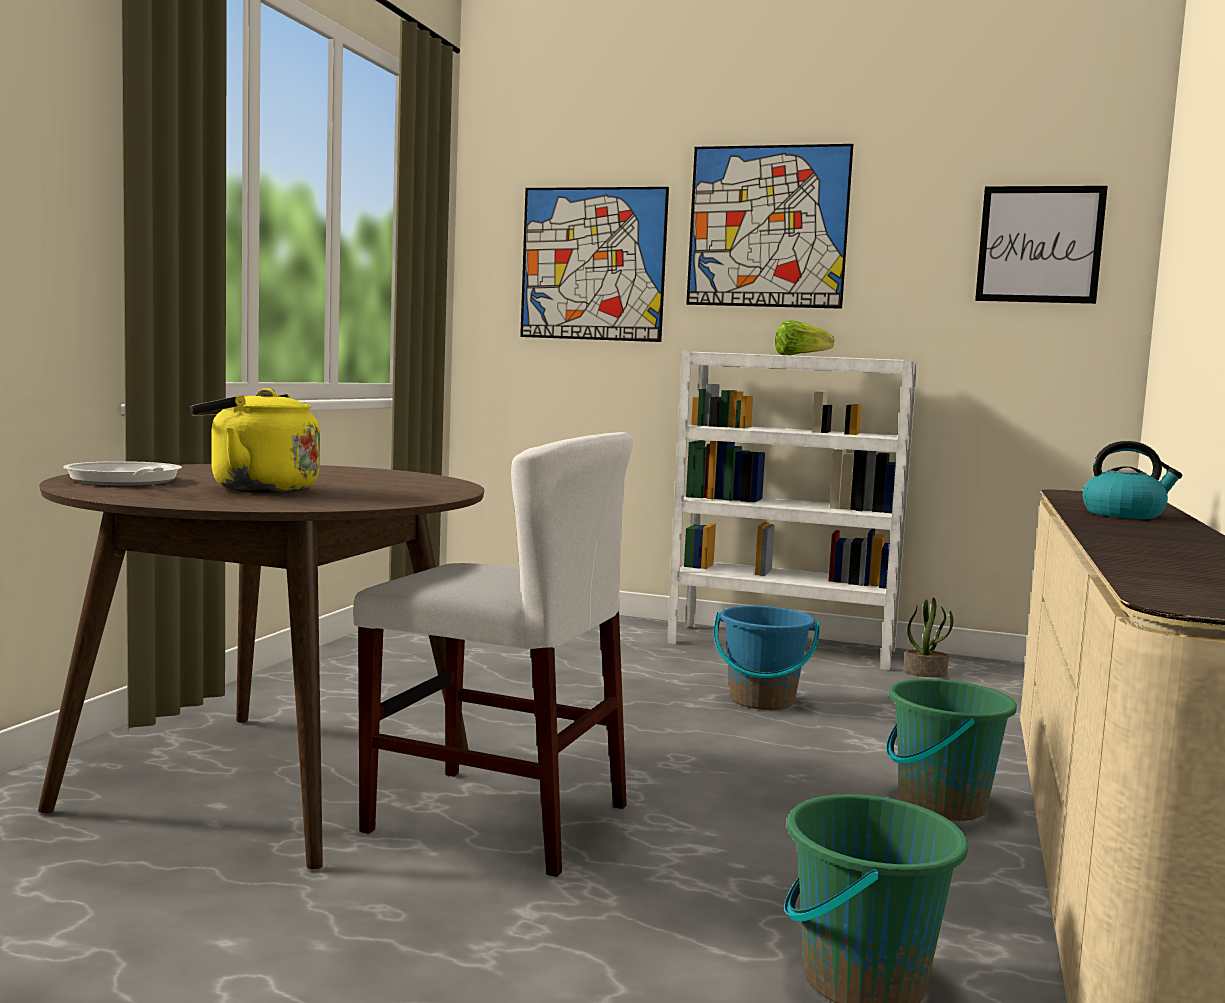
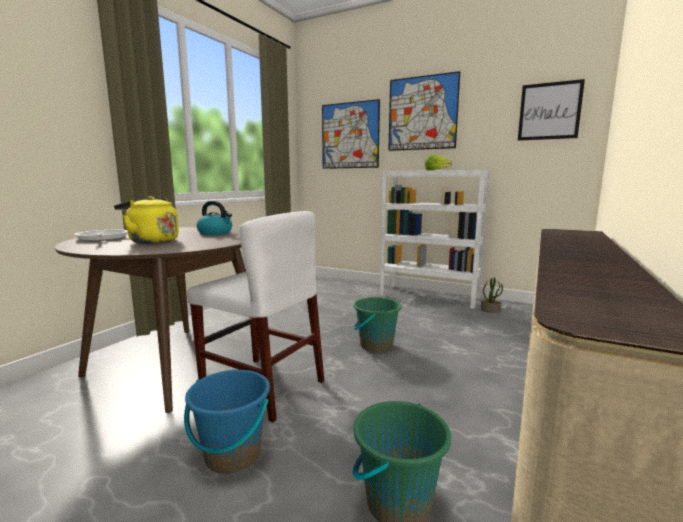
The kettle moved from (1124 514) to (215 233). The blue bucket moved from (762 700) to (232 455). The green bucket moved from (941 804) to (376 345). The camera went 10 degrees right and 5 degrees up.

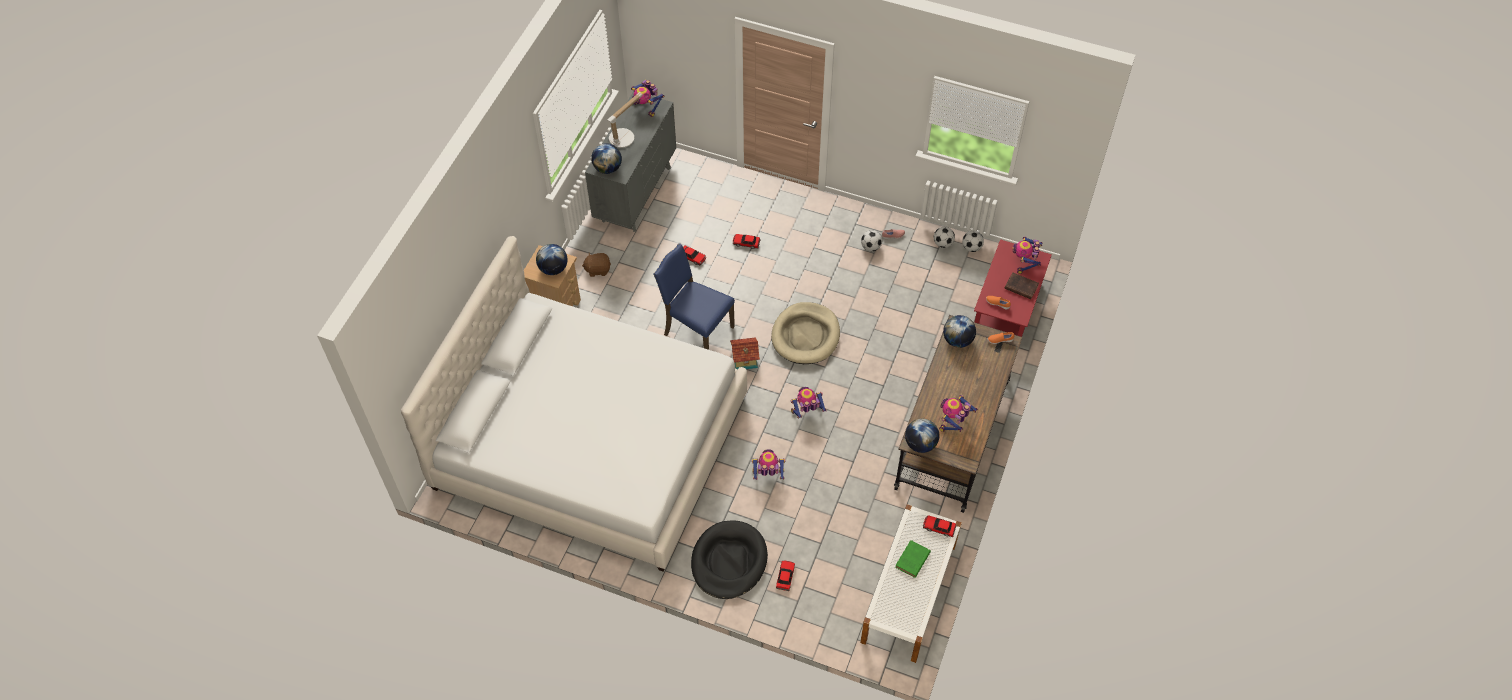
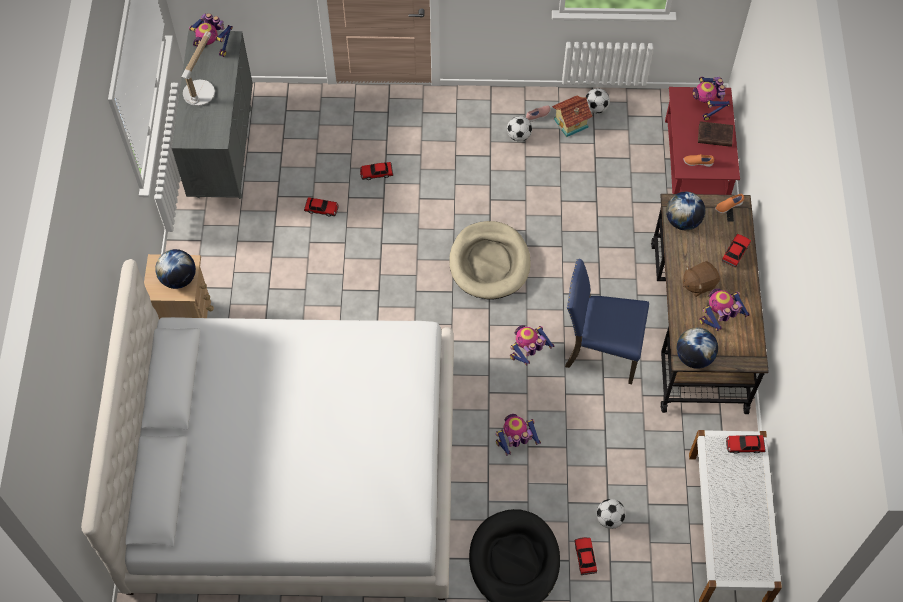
The globe at (607 168) disappeared. The football moved from (971 247) to (609 518). The blue chair moved from (696 331) to (600 350). The brown plush toy moved from (597 269) to (698 284). The toy house moved from (745 360) to (571 124). The toy robot at (953 422) turned 45 degrees clockwise. The green book at (912 561) disappeared. The toy car at (735 252) appeared. The camera went 20 degrees left and 5 degrees up.

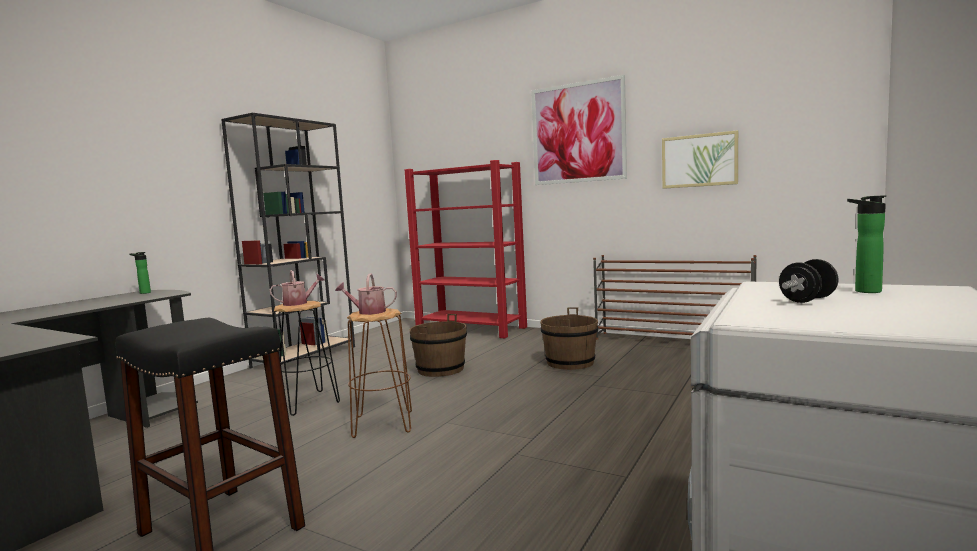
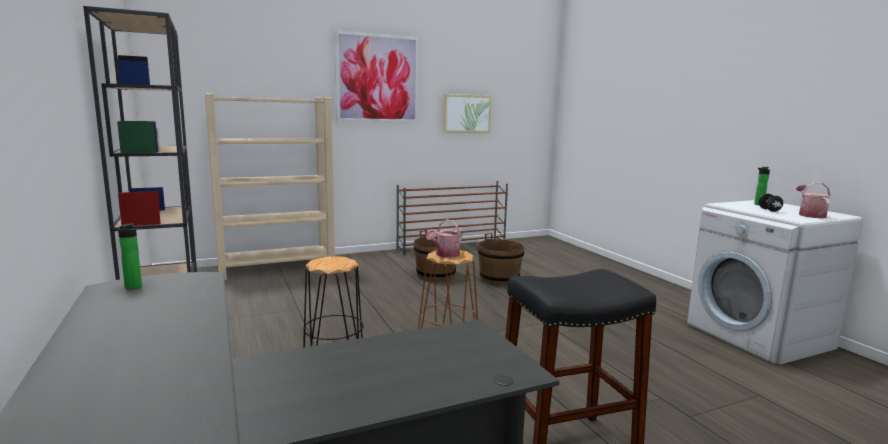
The red bookcase at (471 329) became the beige bookcase at (276 267). The watering can moved from (299 303) to (810 215). The brown bucket moved from (440 369) to (499 279). The camera went 55 degrees left and 5 degrees up.

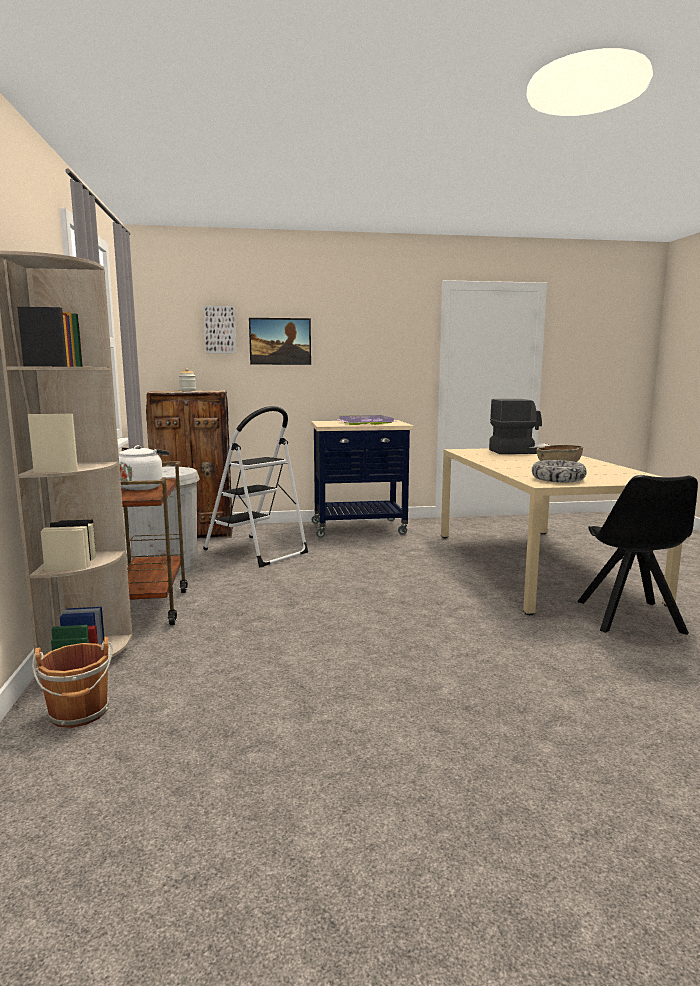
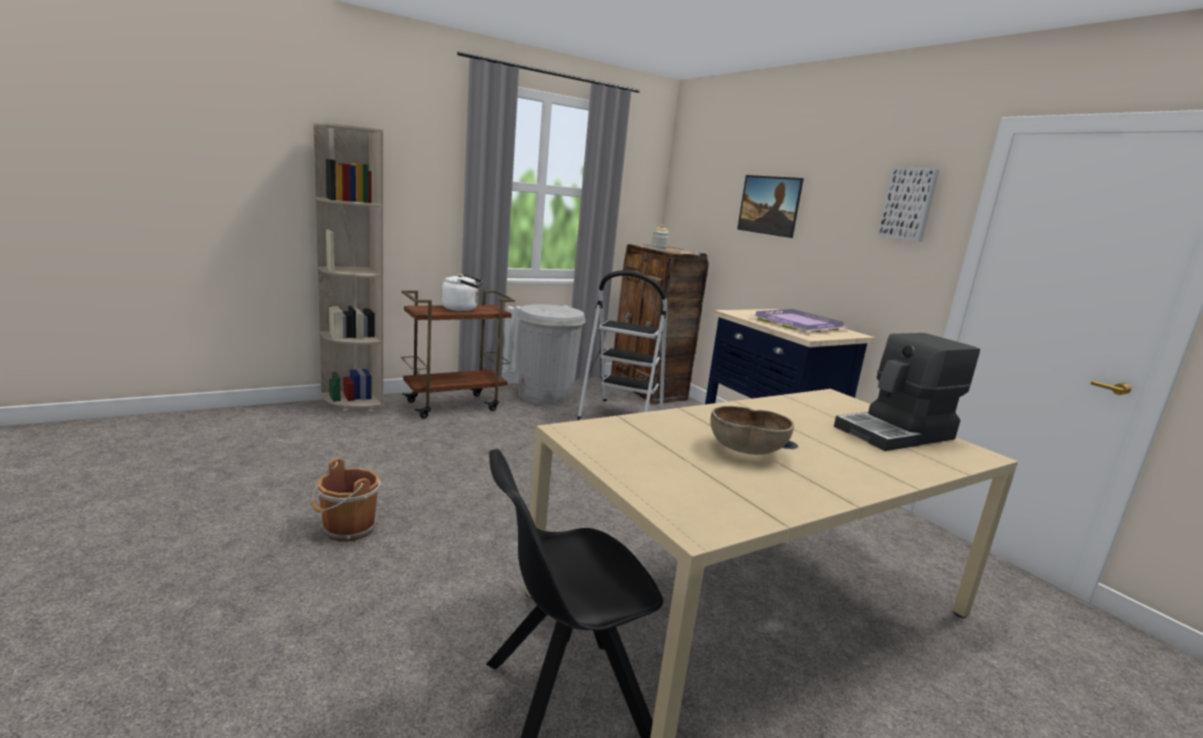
The picture moved from (220 330) to (909 204). The coffee machine at (520 451) turned 90 degrees clockwise. The bowl at (558 479) disappeared. The brown bucket moved from (79 714) to (347 529). The camera went 65 degrees right and 5 degrees up.

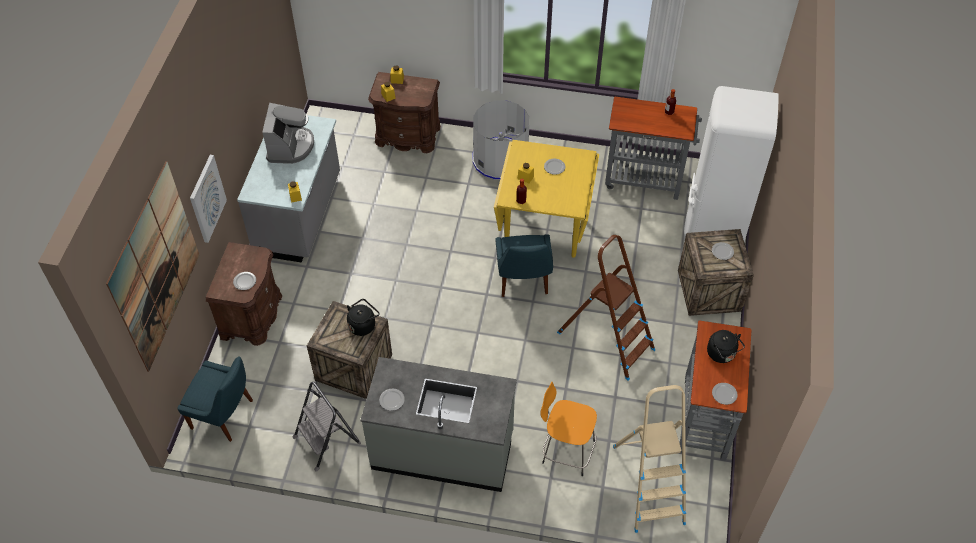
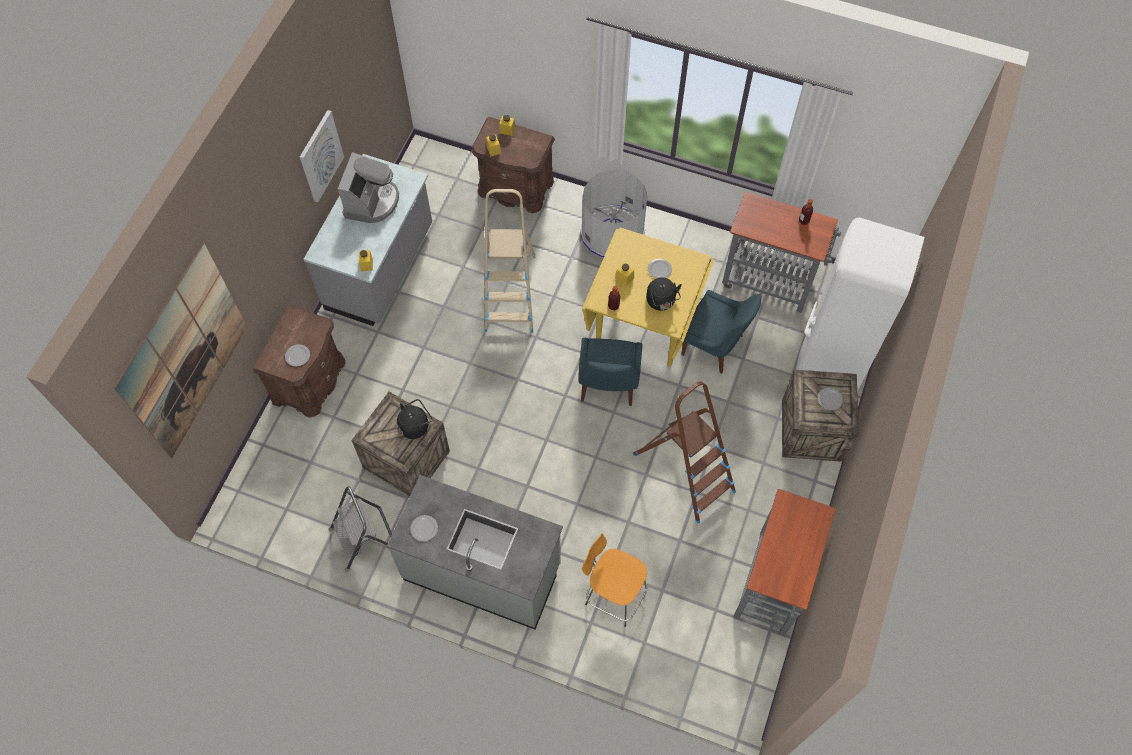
The picture moved from (207 198) to (320 156). The black kettle moved from (722 354) to (661 302). The blue chair moved from (224 415) to (714 346). The plate at (724 394) disappeared. The beige step ladder moved from (648 484) to (510 293). The camera went 10 degrees right and 10 degrees up.

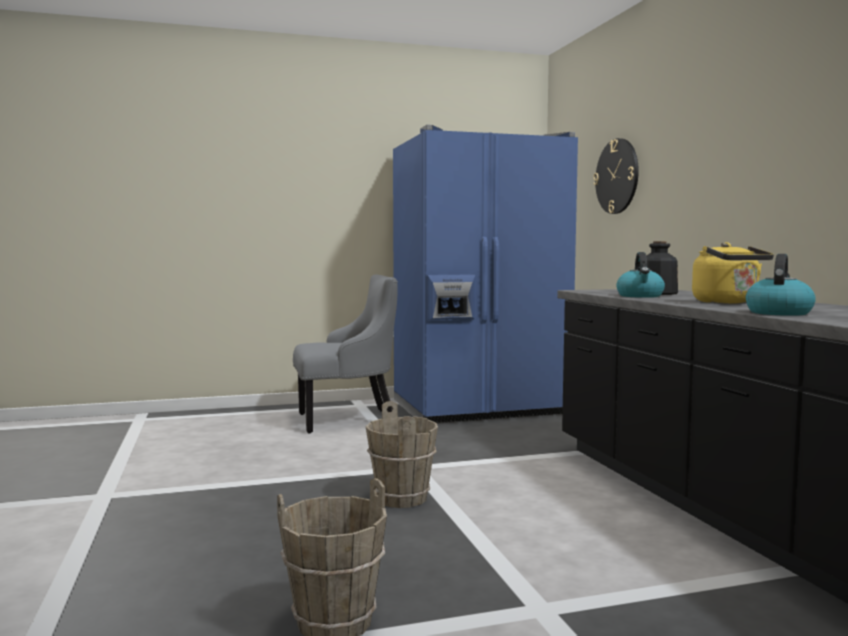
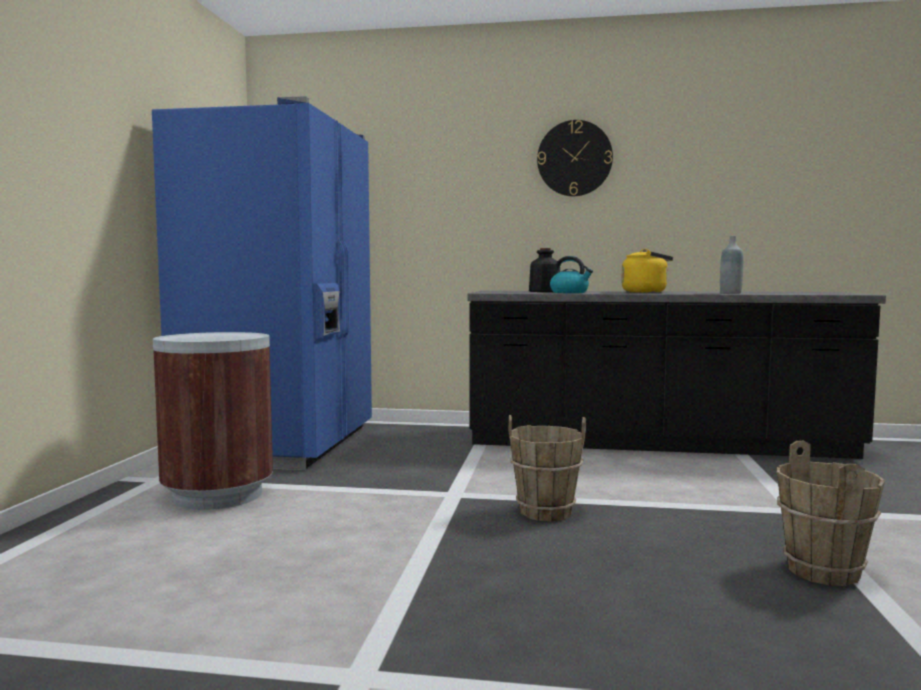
The wall clock moved from (617 176) to (574 158). The kettle at (778 313) was replaced by the grey bottle at (730 293). The grey chair at (345 420) was replaced by the brown trash can at (218 495). The camera went 65 degrees left and 0 degrees up.

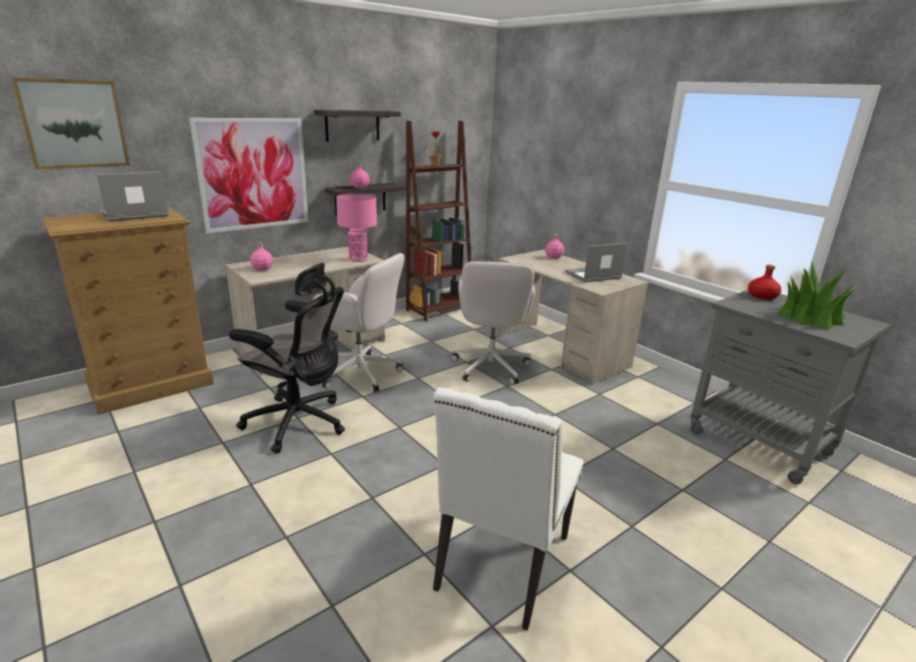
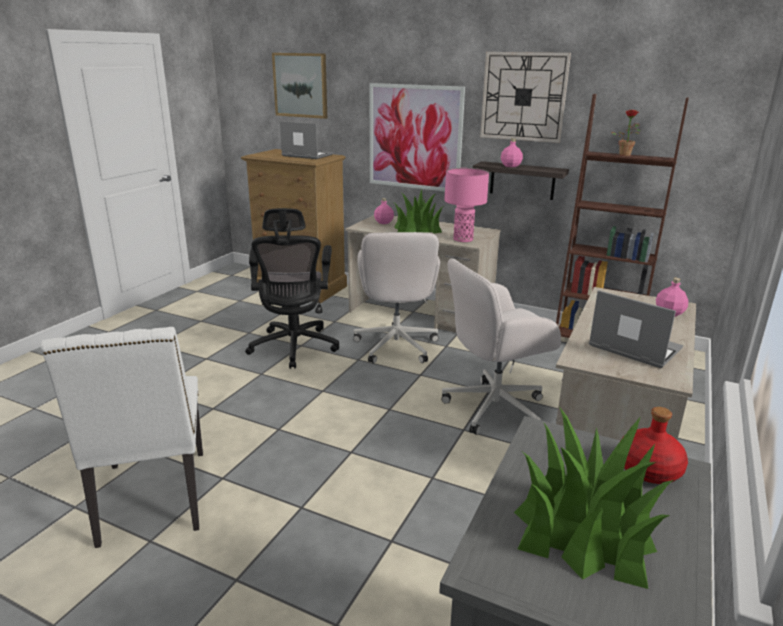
The shelf at (352 125) was replaced by the wall clock at (523 97). The white chair at (503 561) turned 105 degrees counterclockwise. The potted plant at (417 230) appeared. The camera went 65 degrees right and 0 degrees up.

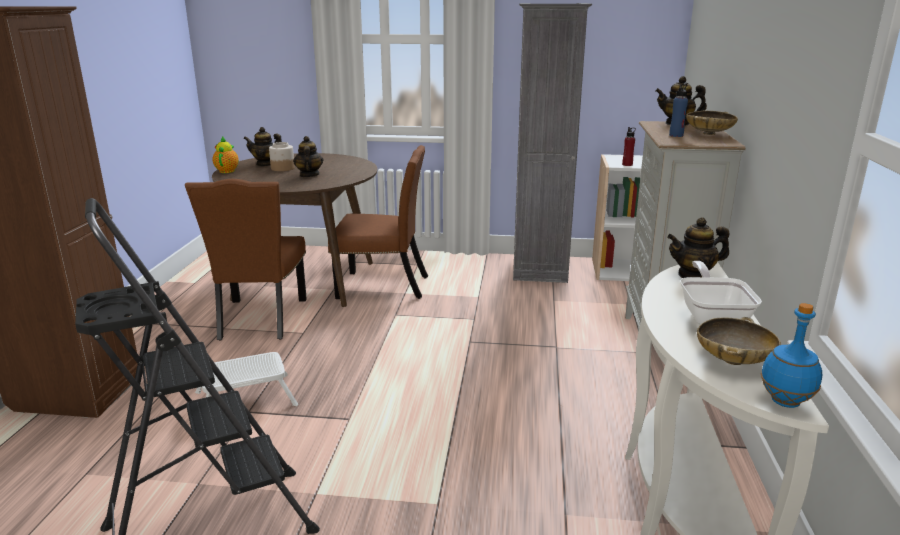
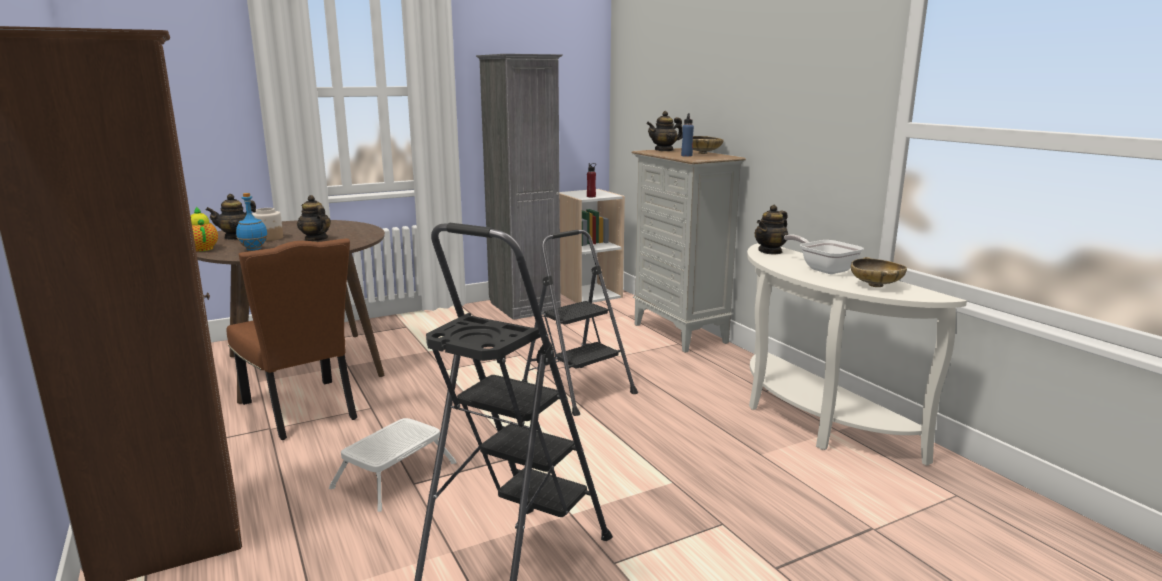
The brown chair at (381 286) disappeared. The blue bottle moved from (784 401) to (253 249). The black step ladder at (576 387) appeared. The camera went 35 degrees left and 5 degrees down.

